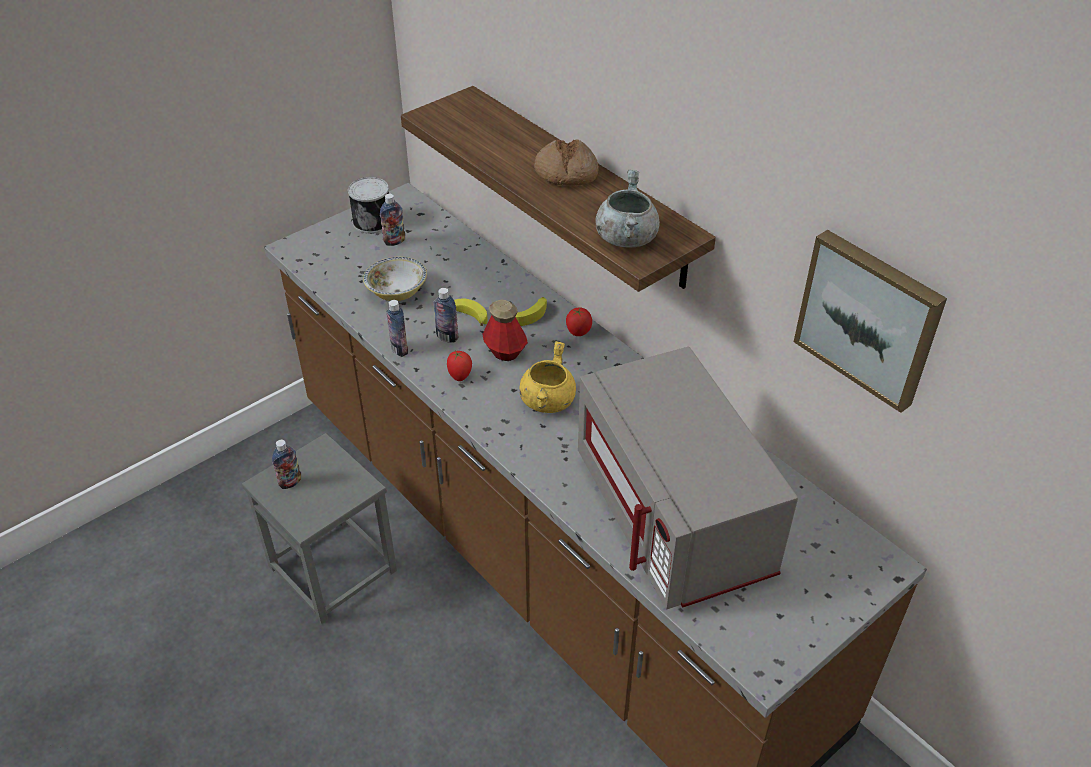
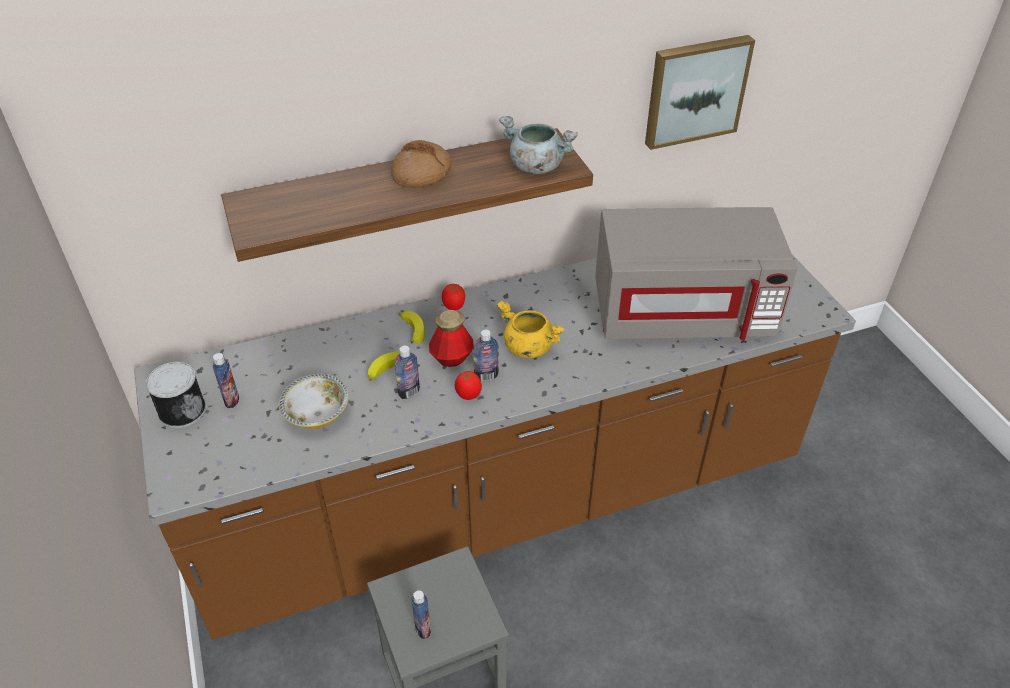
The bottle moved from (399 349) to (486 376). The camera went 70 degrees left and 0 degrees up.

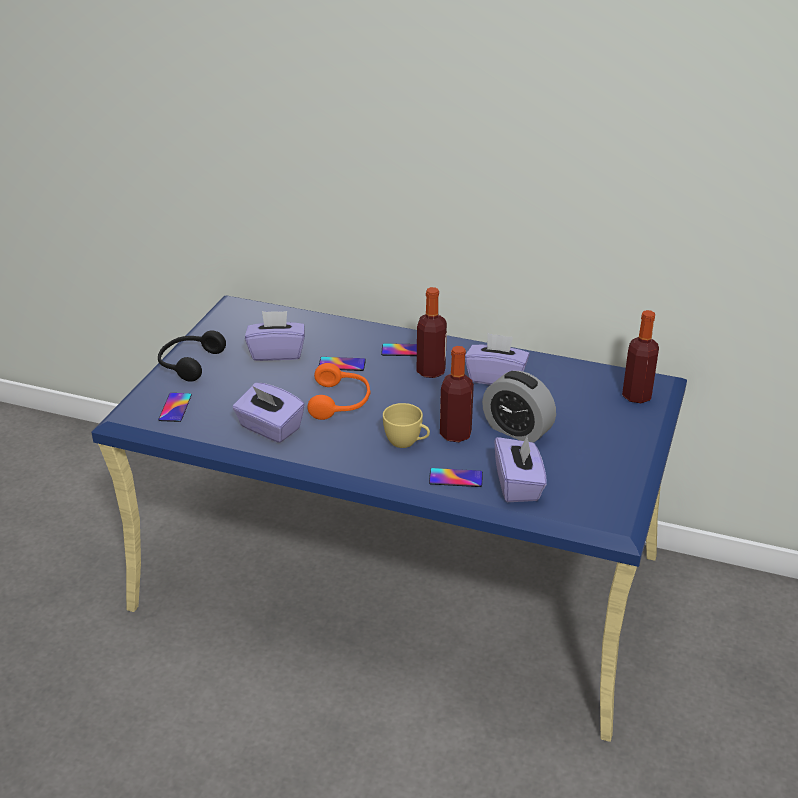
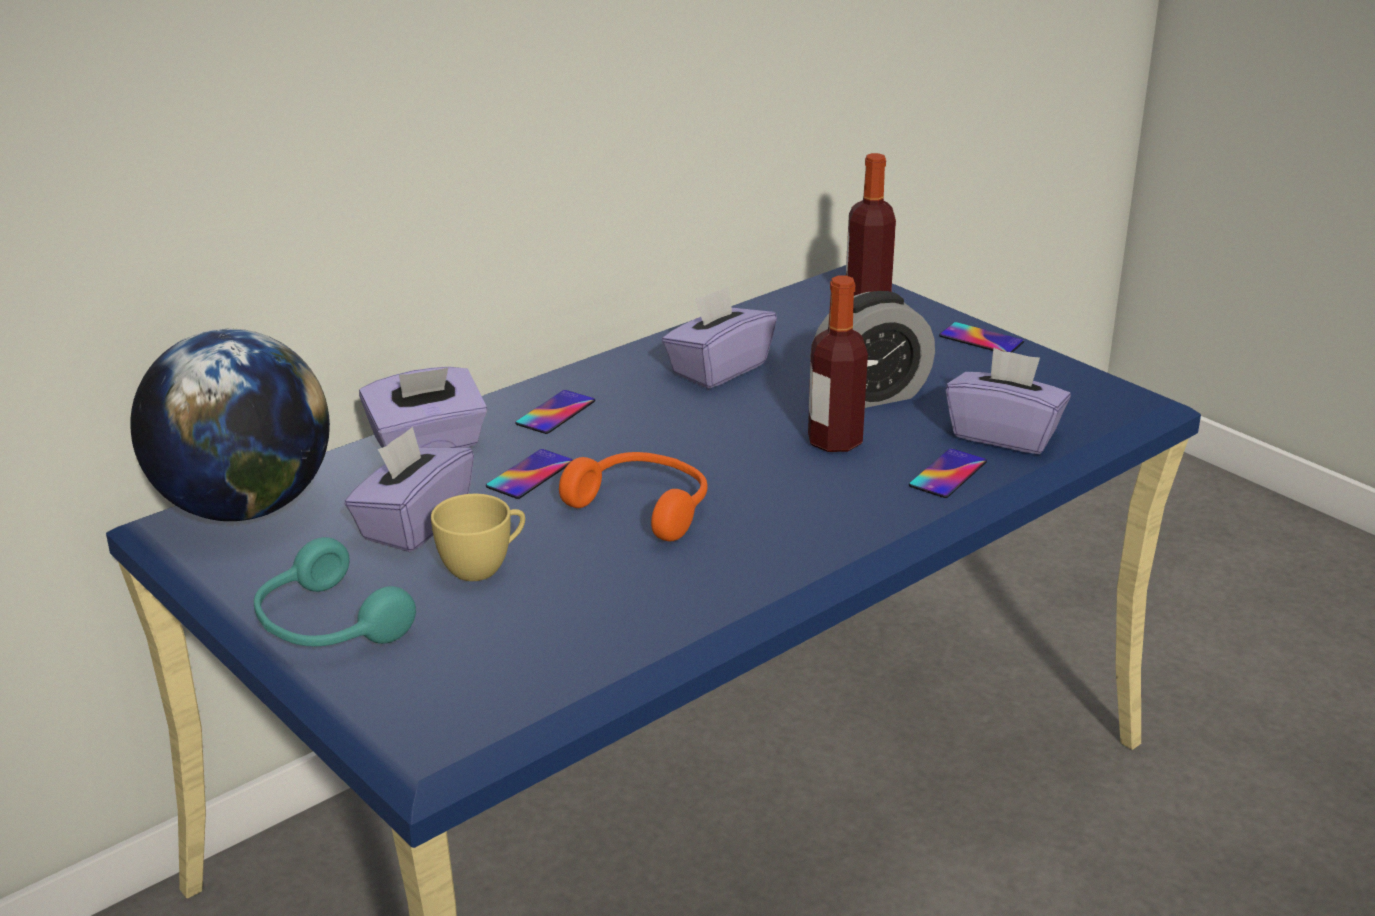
The bottle at (431 371) disappeared. The black headphones at (188 363) became the turquoise headphones at (326 625). The purple tissue box moved from (269 428) to (427 444). The phone moved from (175 407) to (981 339). The yellow cup moved from (407 443) to (483 567). The globe at (243 508) appeared. The camera went 60 degrees left and 5 degrees down.

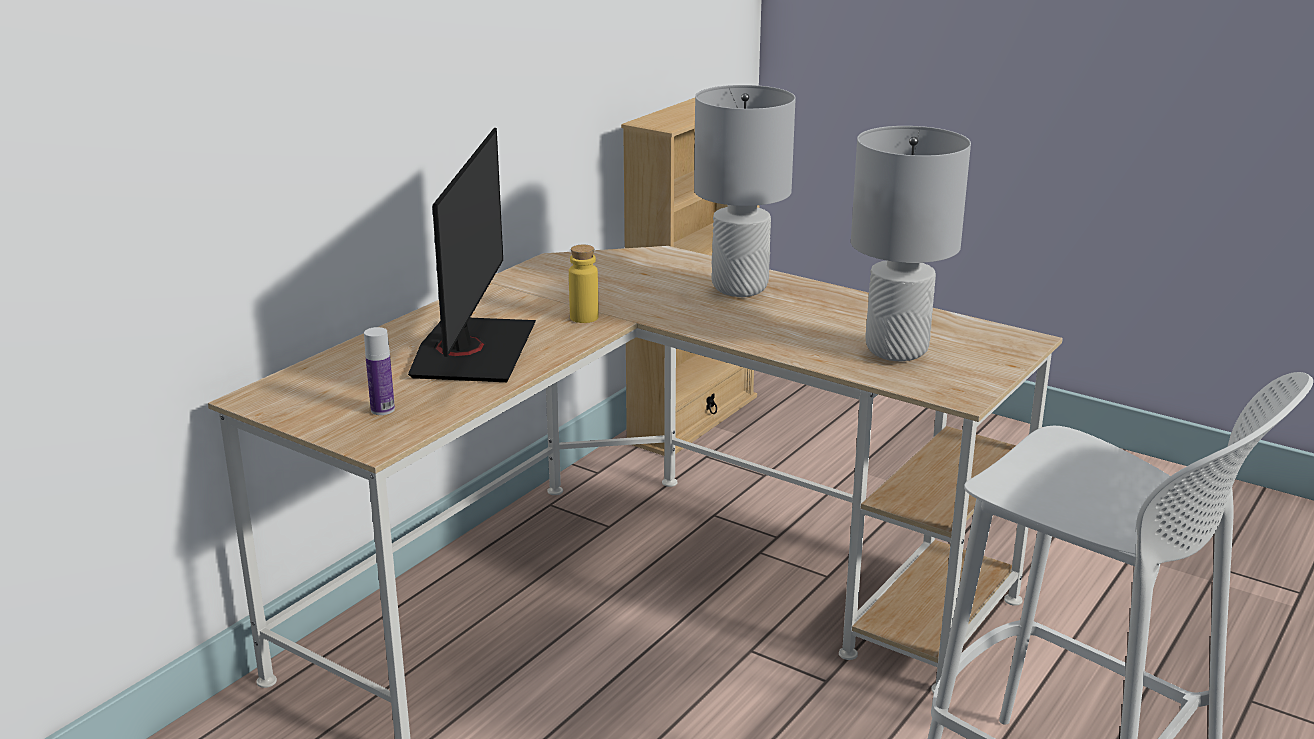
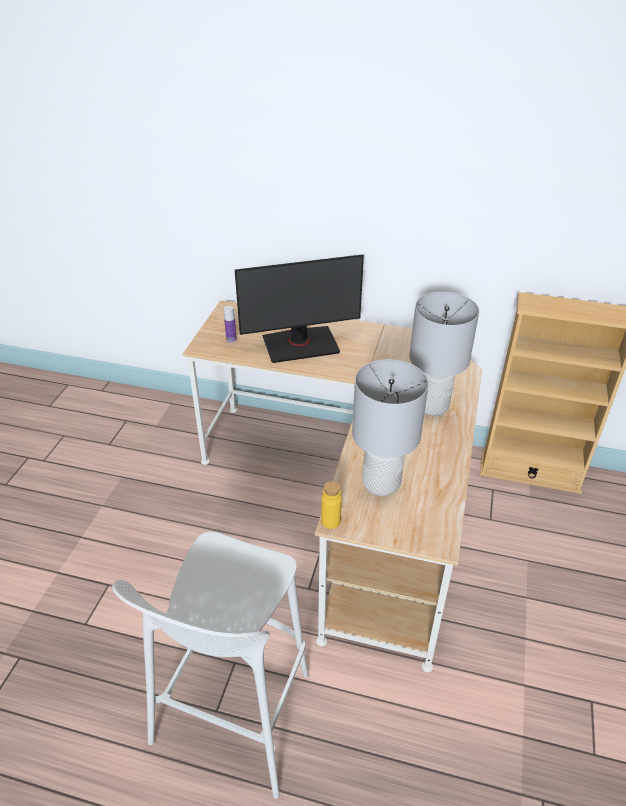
The yellow bottle moved from (584 317) to (330 521). The camera went 70 degrees right and 15 degrees up.

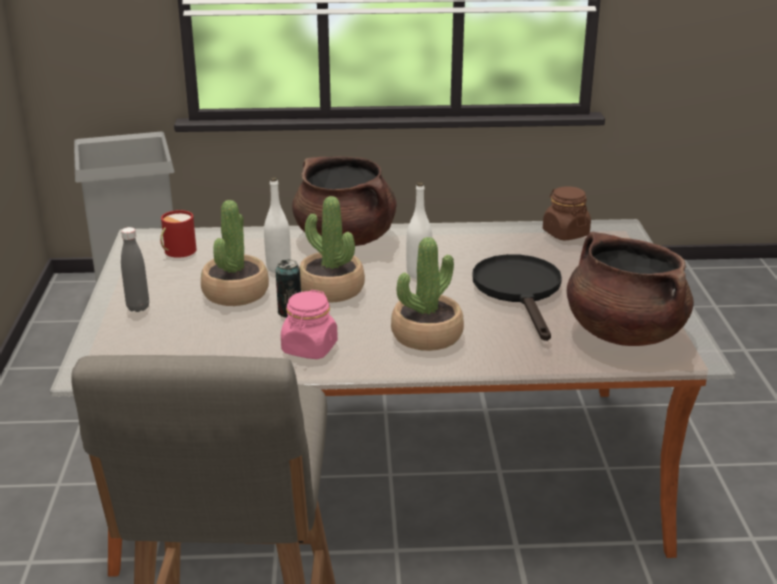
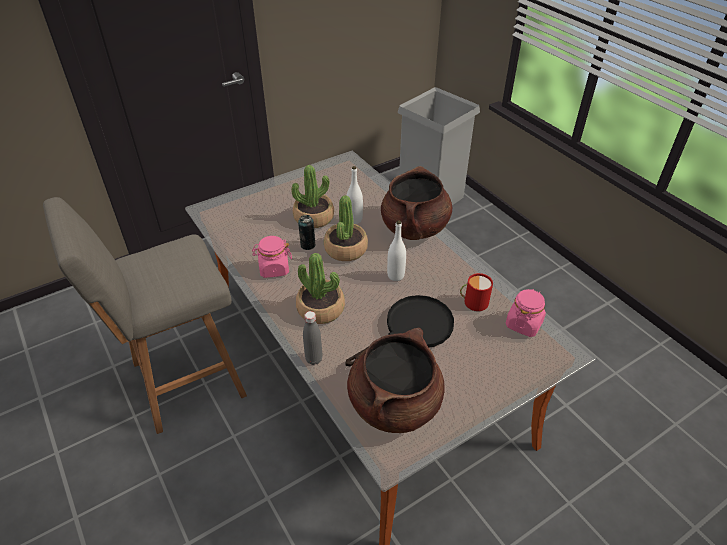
The brown jar at (565 233) became the pink jar at (523 324). The red mug moved from (177 251) to (473 301). The grey bottle moved from (138 307) to (314 359). The camera went 60 degrees right and 15 degrees up.

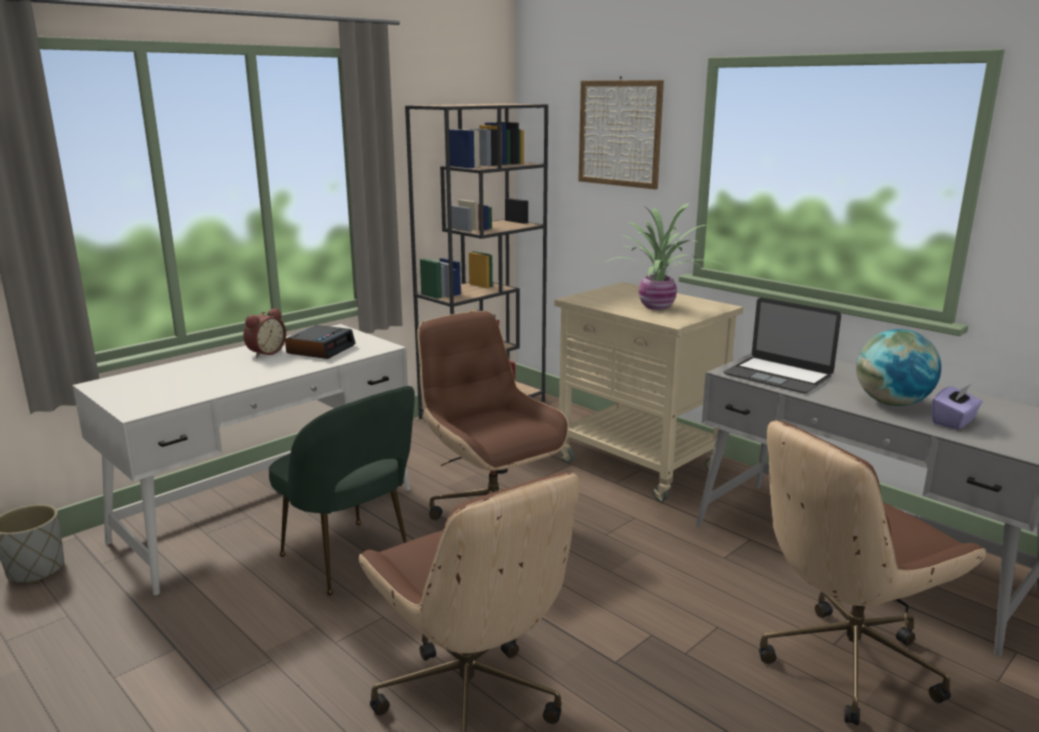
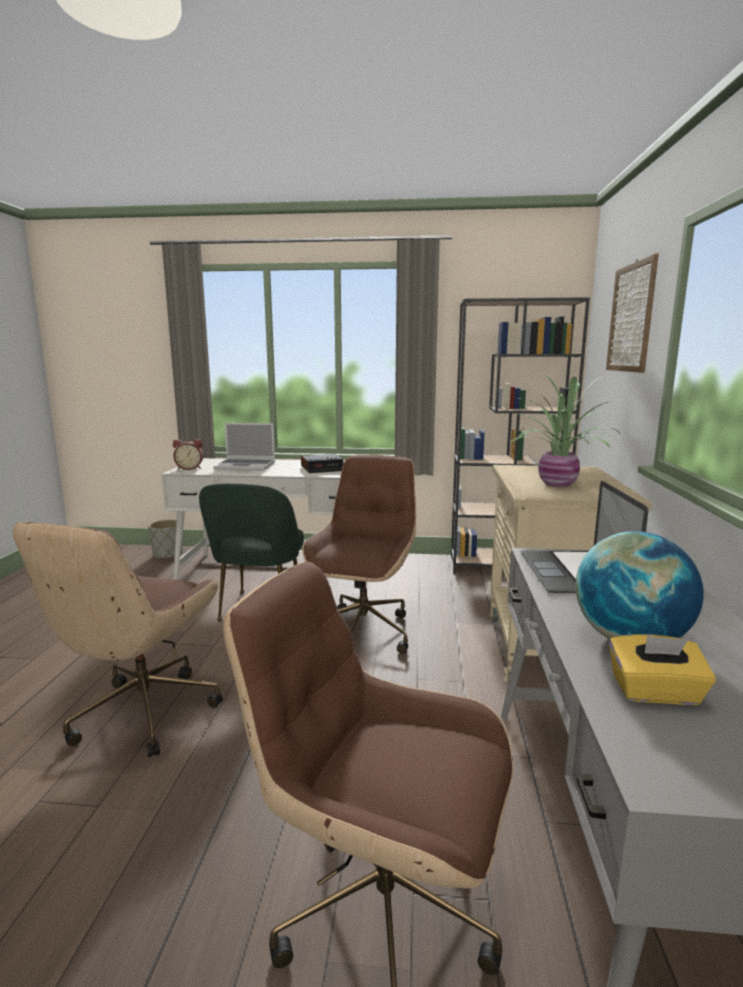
The alarm clock moved from (265 352) to (190 468). The purple tissue box at (954 422) became the yellow tissue box at (655 693). The laptop at (246 466) appeared. The camera went 50 degrees right and 5 degrees down.

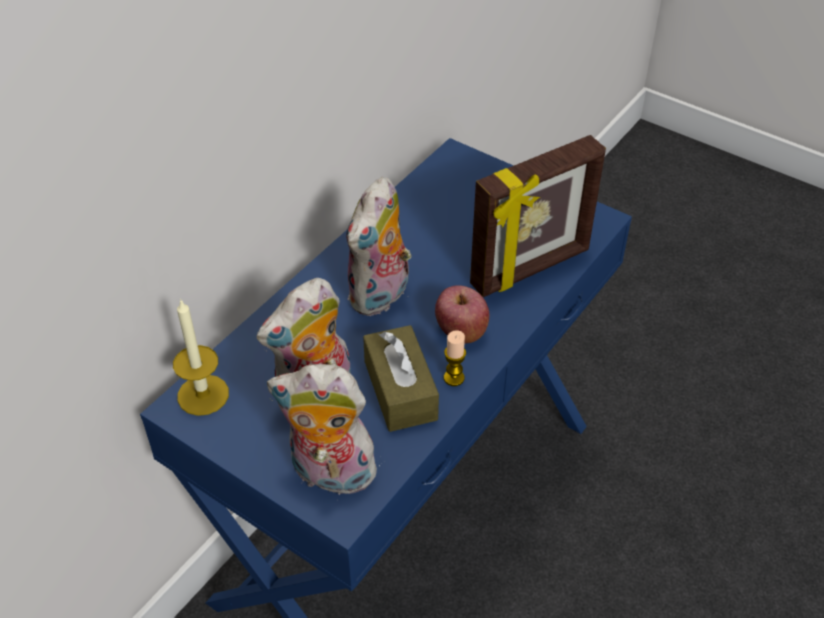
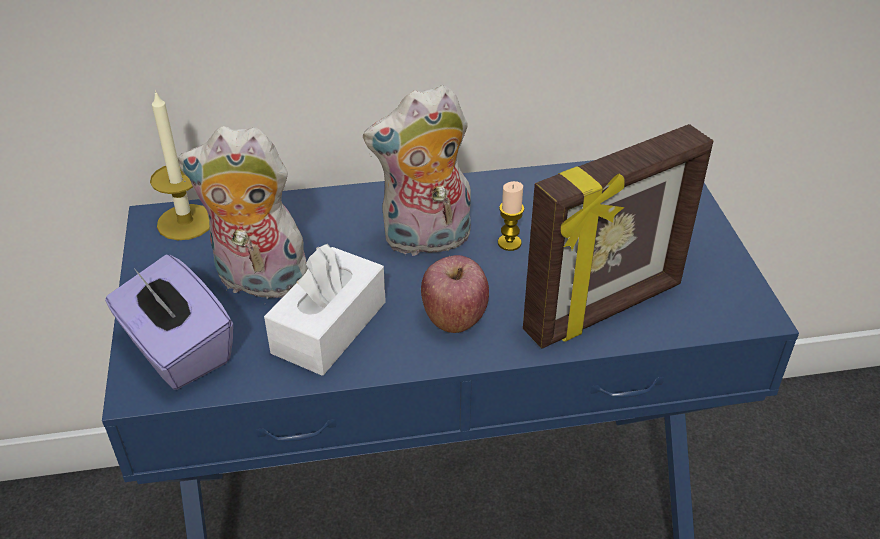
The picture frame at (531 269) turned 45 degrees counterclockwise. The brown tissue box at (400 390) became the white tissue box at (329 327). The candle moved from (454 378) to (509 243). The plush toy at (329 475) was replaced by the purple tissue box at (177 350). The camera went 45 degrees right and 5 degrees down.

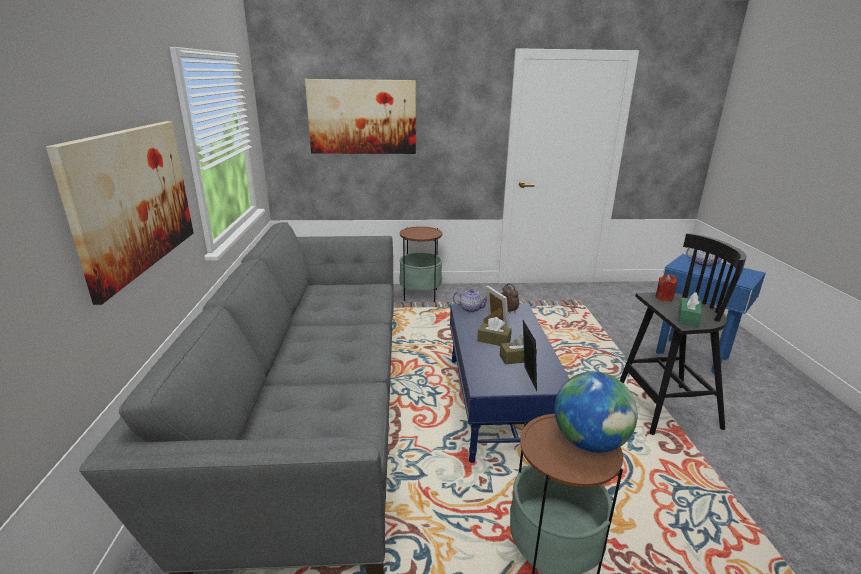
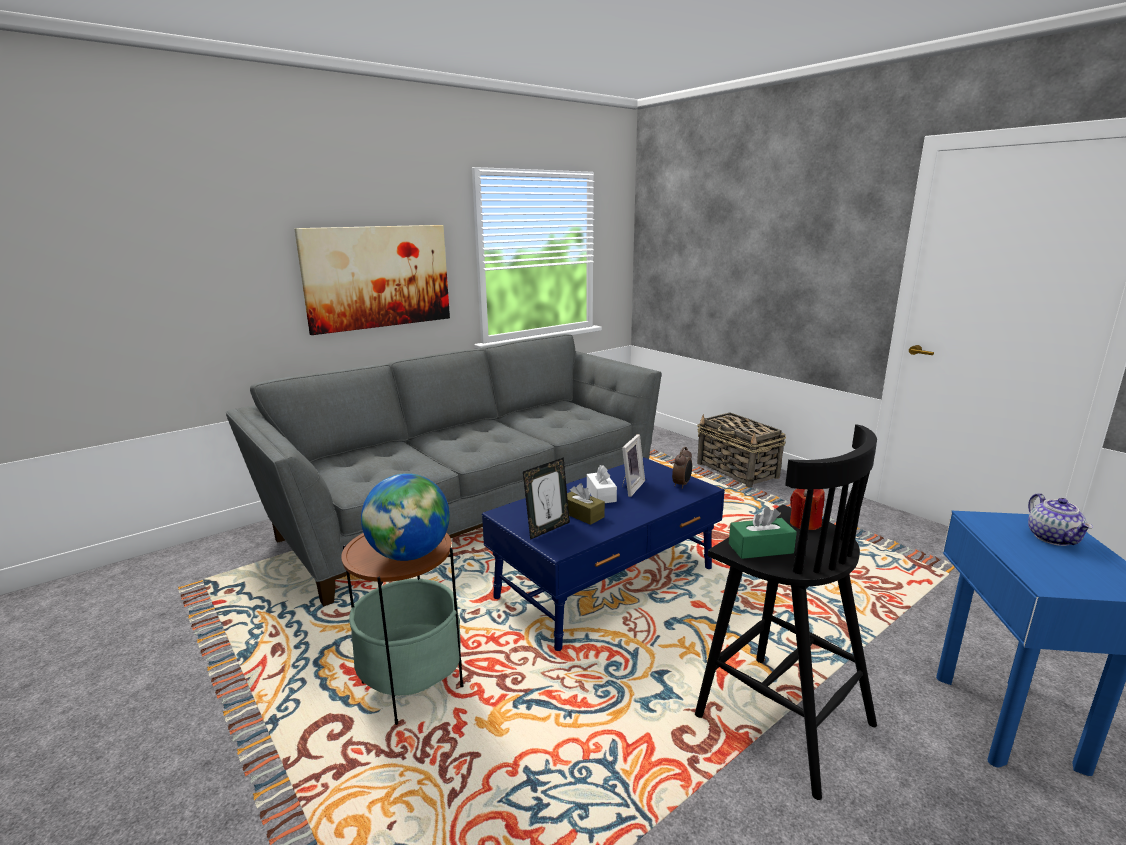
The picture at (362 117) disappeared. The side table at (420 295) was replaced by the basket at (737 471). The teapot at (471 309) disappeared. The brown tissue box at (494 340) became the white tissue box at (601 495). The camera went 55 degrees right and 5 degrees down.

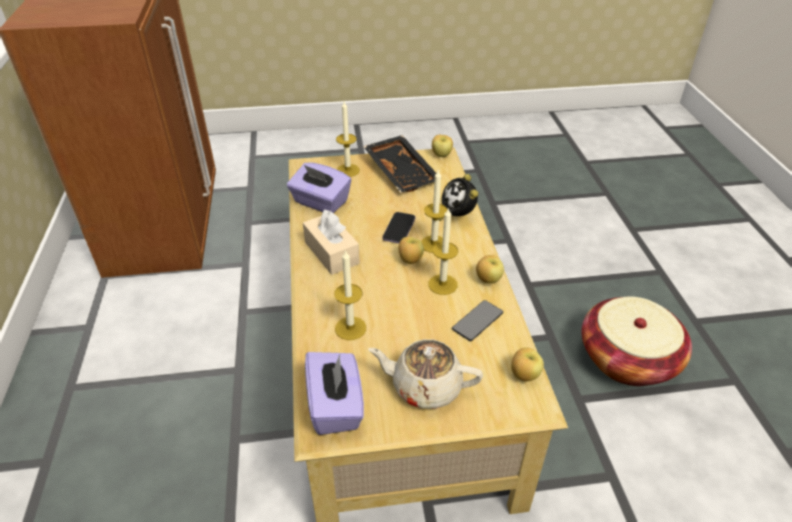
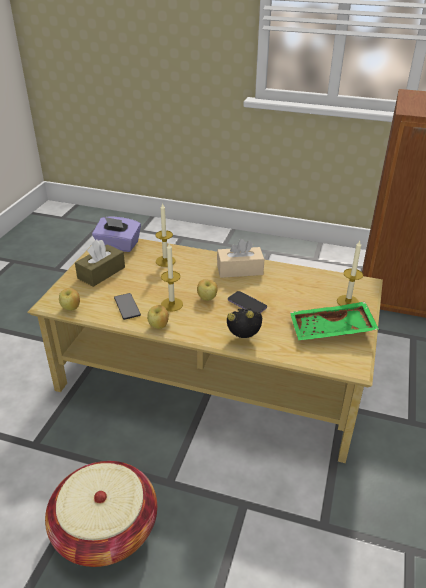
The black tray at (402 172) became the green tray at (331 331). The apple at (441 155) disappeared. The purple tissue box at (320 202) disappeared. The candle at (434 244) disappeared. The beige teapot at (425 386) was replaced by the brown tissue box at (101 273). The camera went 115 degrees right and 5 degrees down.

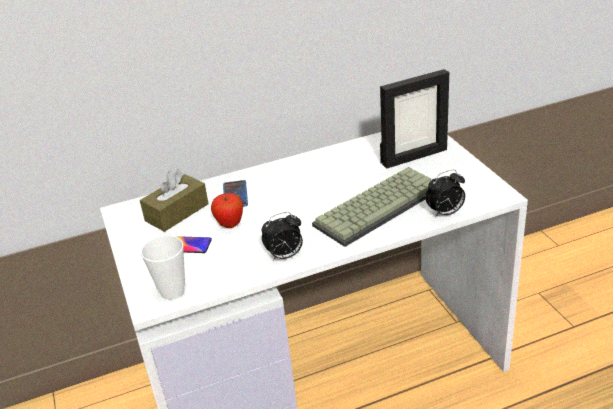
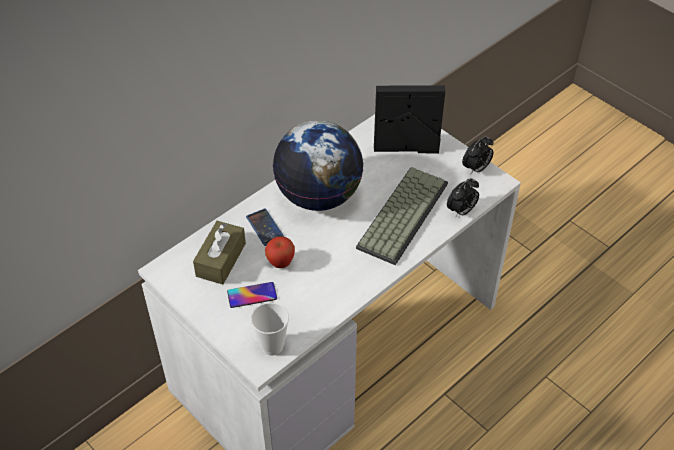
The picture frame at (414 156) turned 135 degrees counterclockwise. The alarm clock moved from (285 256) to (476 169). The globe at (319 196) appeared. The camera went 25 degrees left and 15 degrees up.

